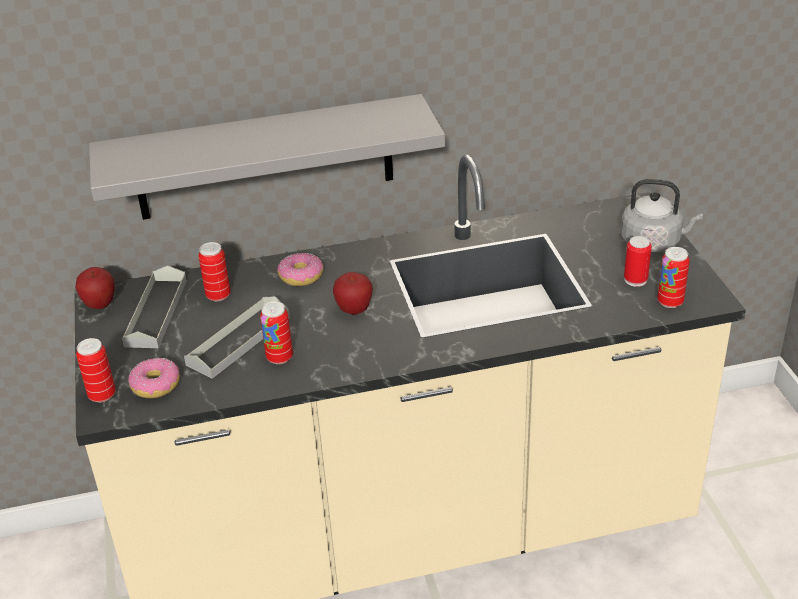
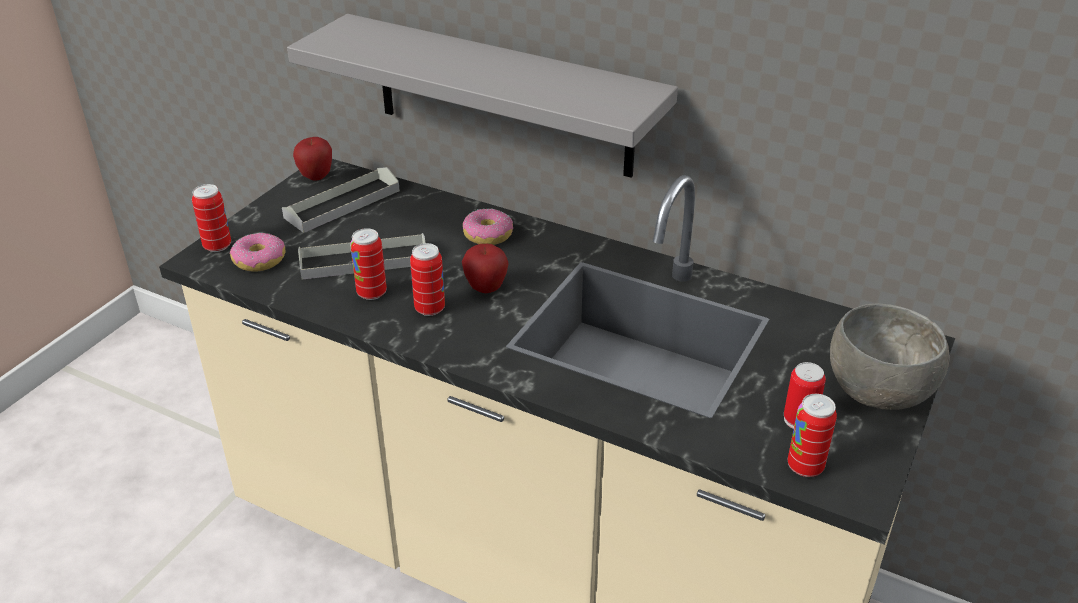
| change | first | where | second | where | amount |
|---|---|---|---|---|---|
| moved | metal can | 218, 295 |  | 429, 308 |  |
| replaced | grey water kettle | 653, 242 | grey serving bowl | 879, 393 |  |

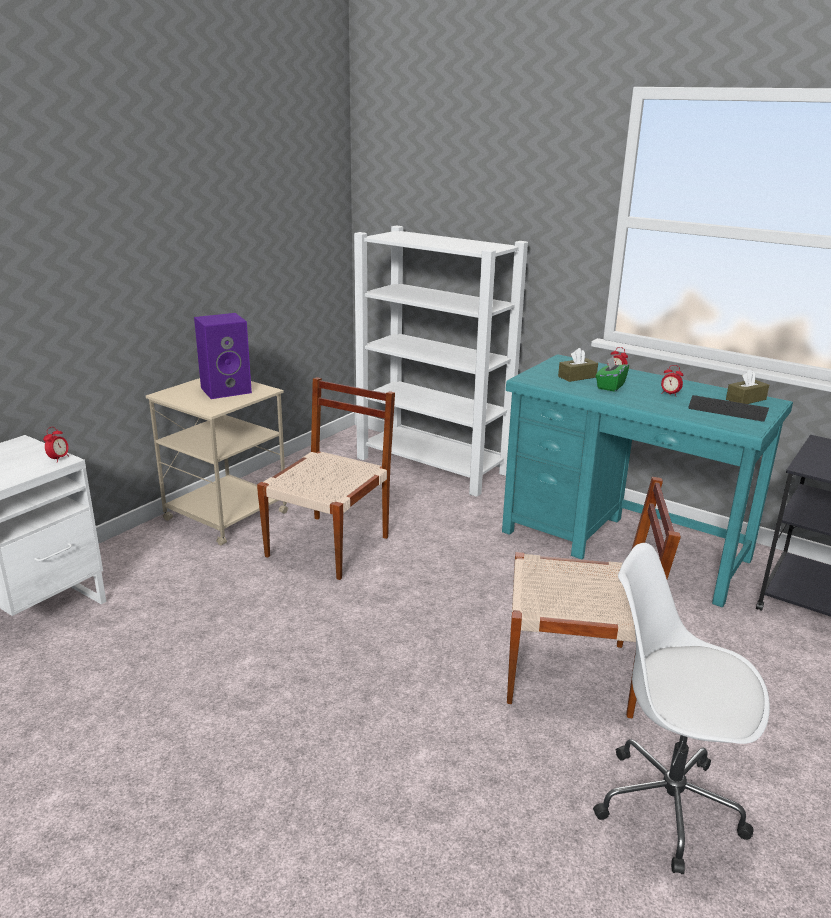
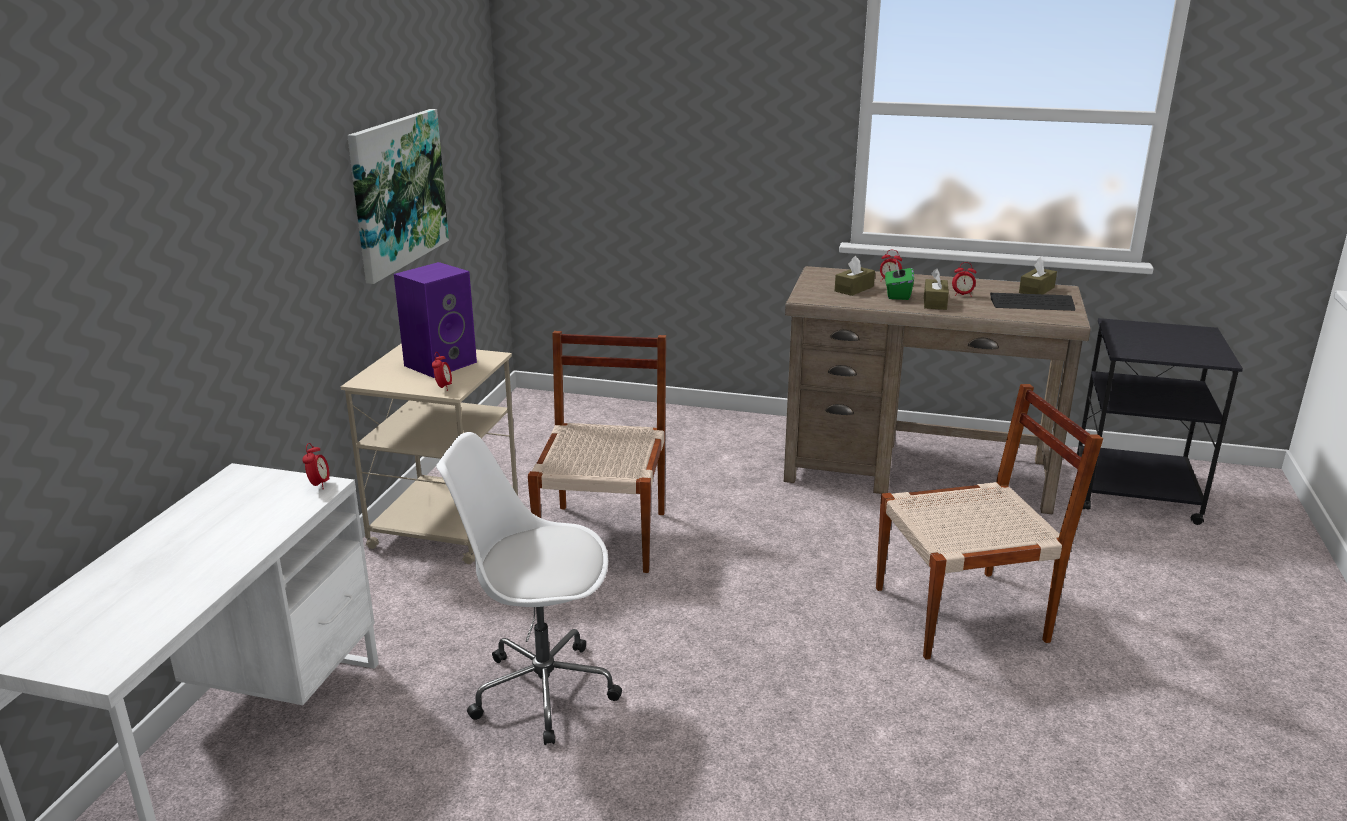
| change | first | where | second | where | amount |
|---|---|---|---|---|---|
| removed | white bookcase | 432, 465 |  |  |  |
| added |  |  | picture | 397, 192 |  |
| added |  |  | table clock | 443, 387 |  |
| added |  |  | brown box of tissues | 935, 302 |  |
| moved | white computer chair | 664, 805 |  | 539, 692 |  |
| recoloured | turquoise desk table | 624, 545 | brown desk table | 917, 470 |  |

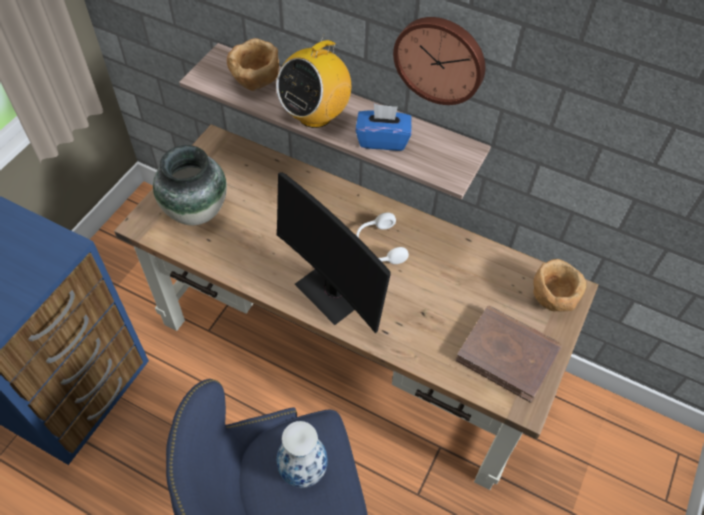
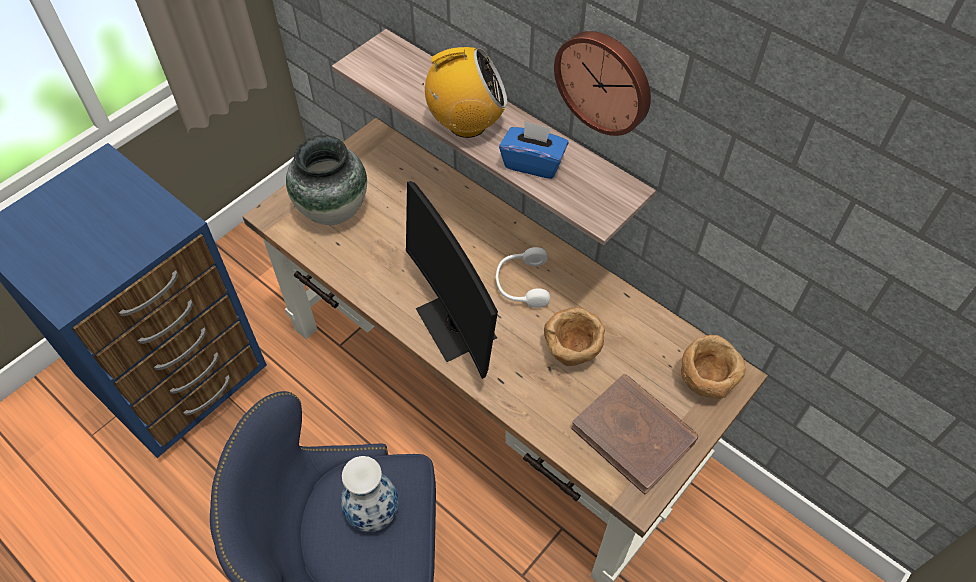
| change | first | where | second | where | amount |
|---|---|---|---|---|---|
| moved | brown serving bowl | 256, 84 |  | 572, 352 |  |
| turned | radio receiver | 315, 115 |  | 466, 124 | 150 degrees counterclockwise |

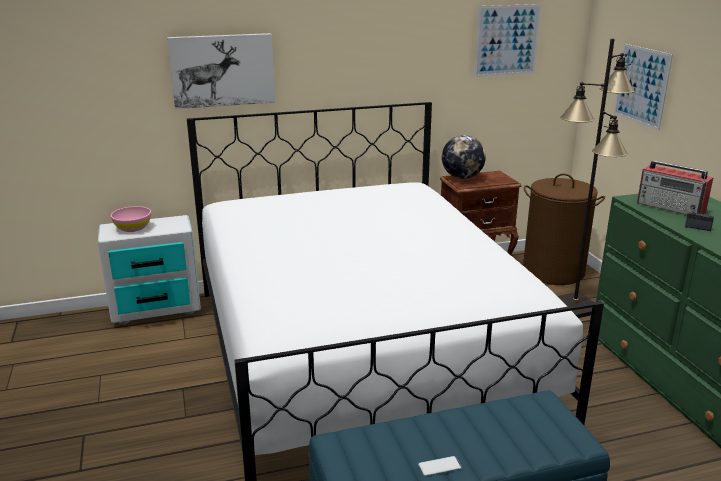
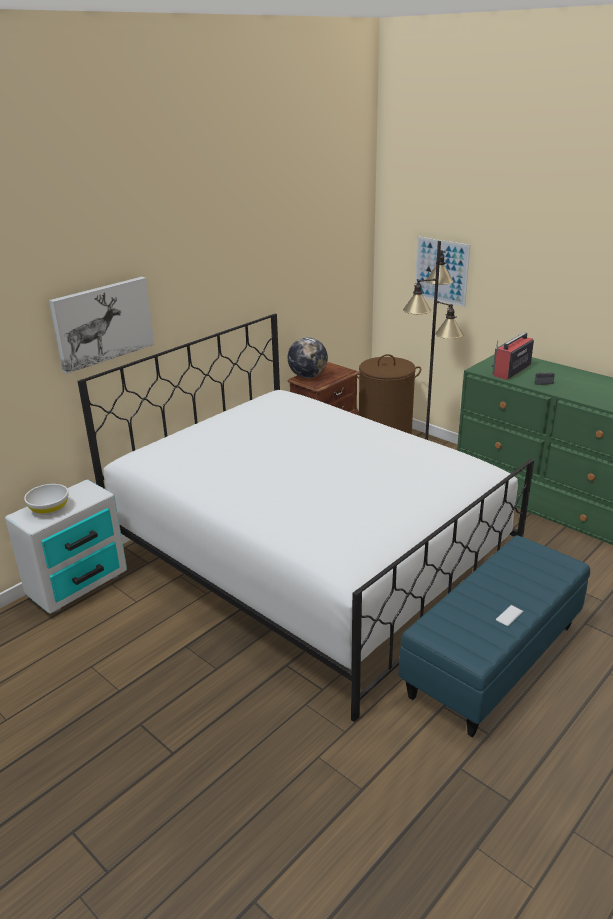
| change | first | where | second | where | amount |
|---|---|---|---|---|---|
| removed | picture | 507, 40 |  |  |  |
| recoloured | pink serving bowl | 132, 228 | white serving bowl | 49, 509 |  |
| turned | radio receiver | 671, 208 |  | 511, 371 | 120 degrees clockwise |

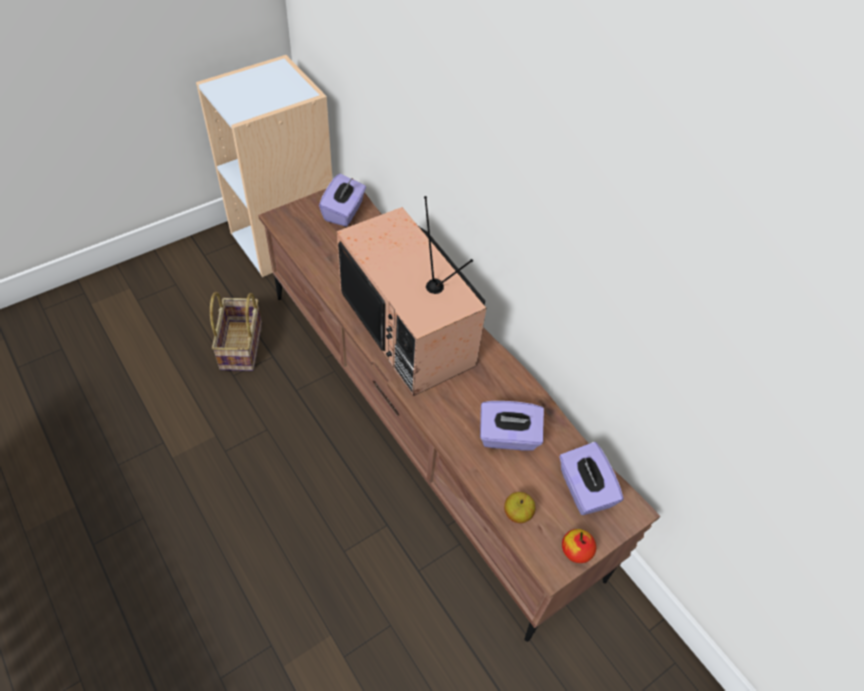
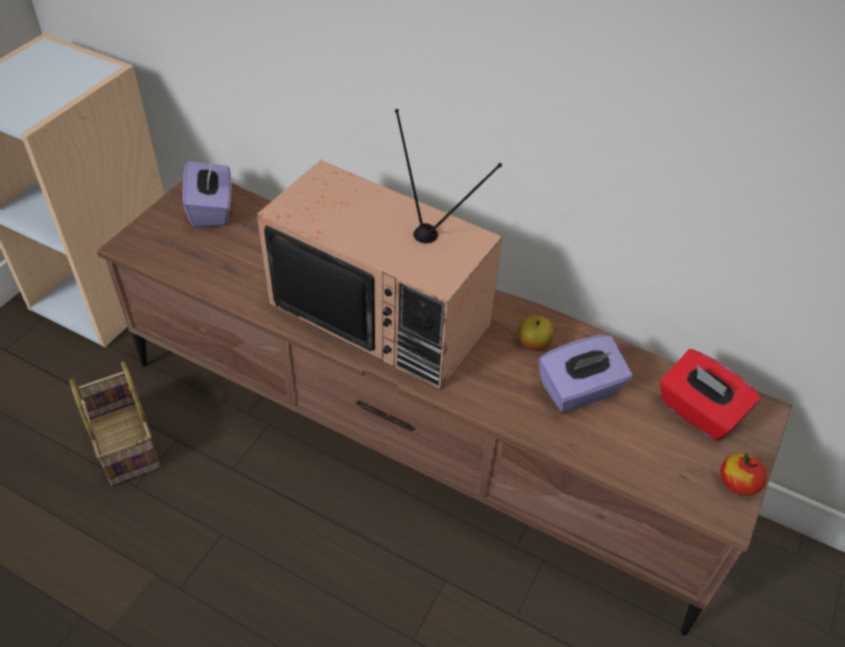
| change | first | where | second | where | amount |
|---|---|---|---|---|---|
| moved | apple | 517, 513 |  | 533, 343 |  |
| recoloured | purplish box of tissues | 583, 489 | reddish box of tissues | 698, 412 |  |

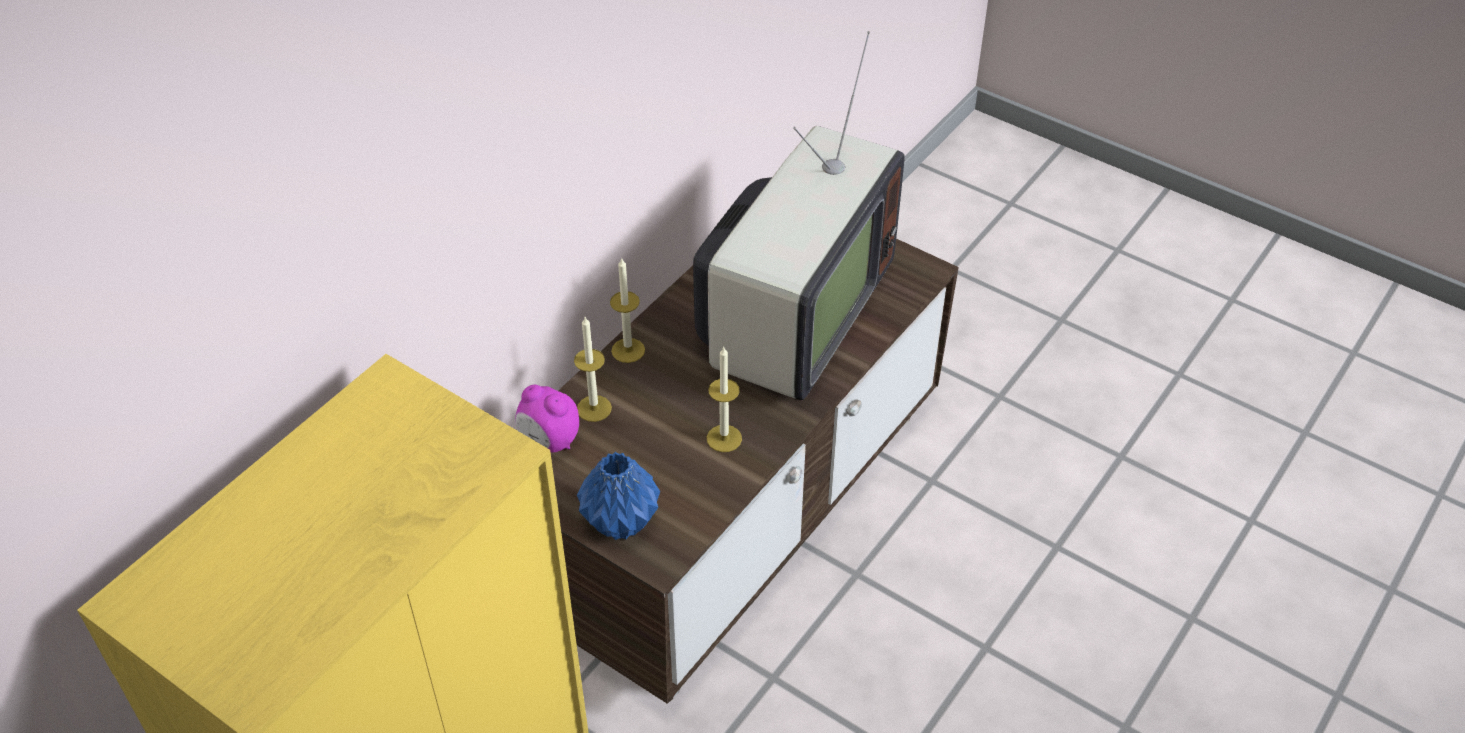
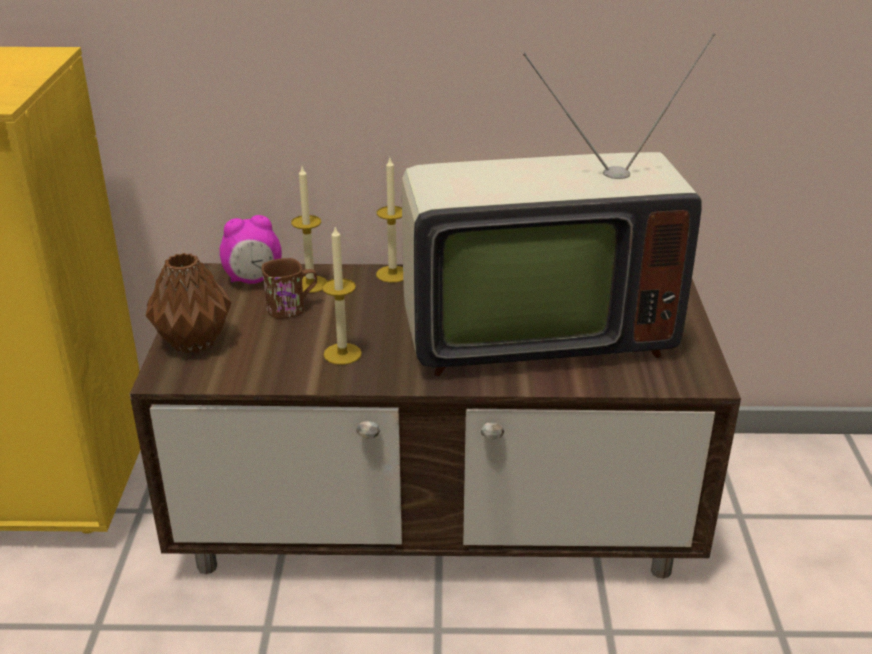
| change | first | where | second | where | amount |
|---|---|---|---|---|---|
| added |  |  | brown mug | 292, 308 |  |
| recoloured | blue decorative vase | 619, 523 | brown decorative vase | 193, 341 |  |
| turned | table clock | 549, 442 |  | 253, 280 | 105 degrees counterclockwise |

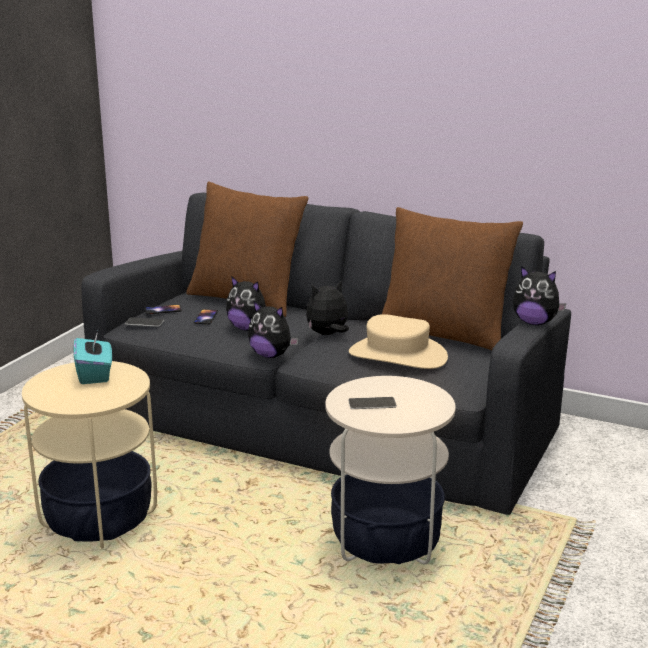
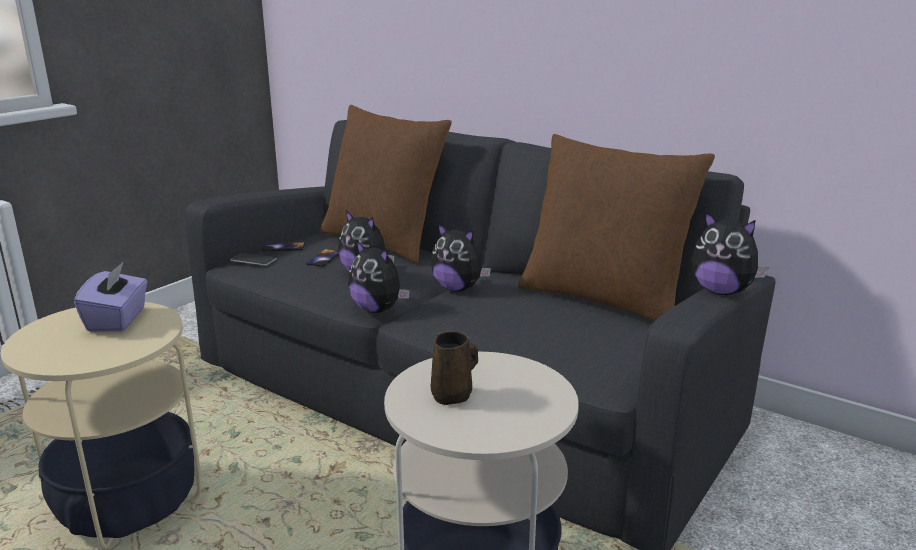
| change | first | where | second | where | amount |
|---|---|---|---|---|---|
| removed | beige-coloured wearable hat | 397, 355 |  |  |  |
| replaced | telephone | 372, 403 | brown mug | 453, 395 |  |
| recoloured | turquoise box of tissues | 95, 374 | purplish box of tissues | 118, 320 |  |
| turned | plush toy | 328, 334 |  | 458, 288 | 135 degrees counterclockwise |

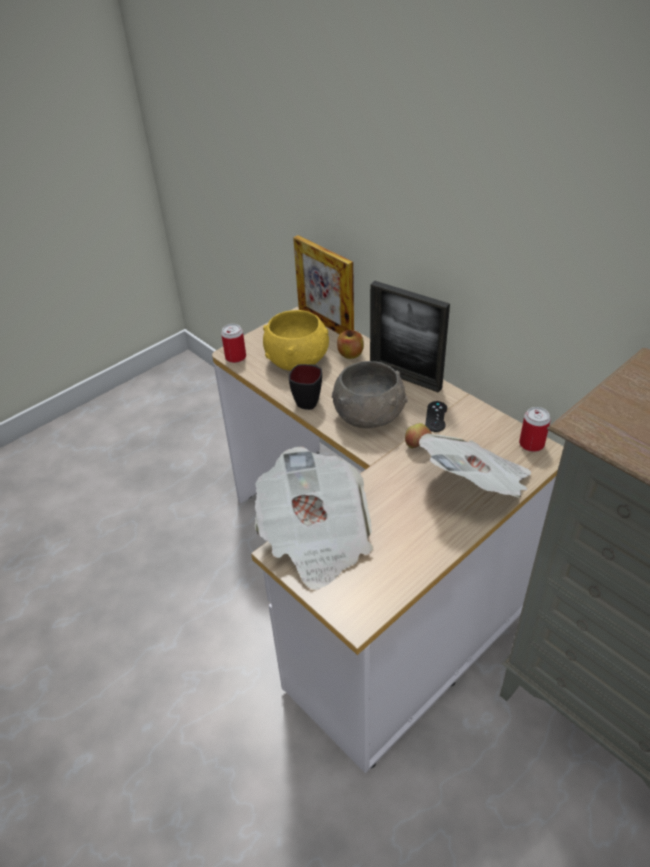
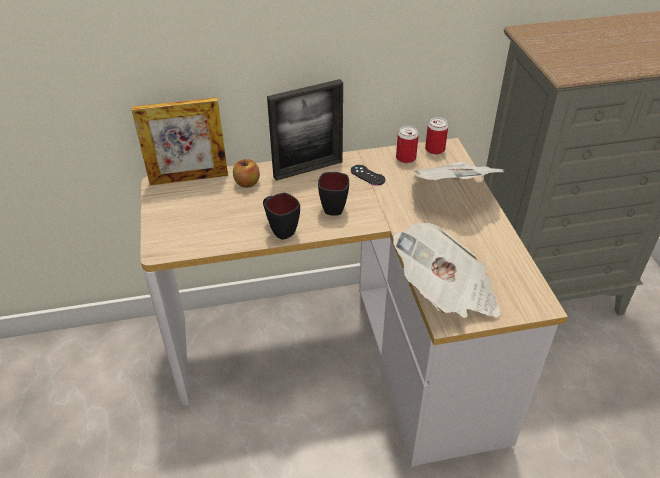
| change | first | where | second | where | amount |
|---|---|---|---|---|---|
| removed | yellowish serving bowl | 298, 360 |  |  |  |
| removed | apple | 417, 446 |  |  |  |
| moved | metal can | 235, 357 |  | 406, 158 |  |
| replaced | grey serving bowl | 370, 416 | black mug | 334, 206 |  |

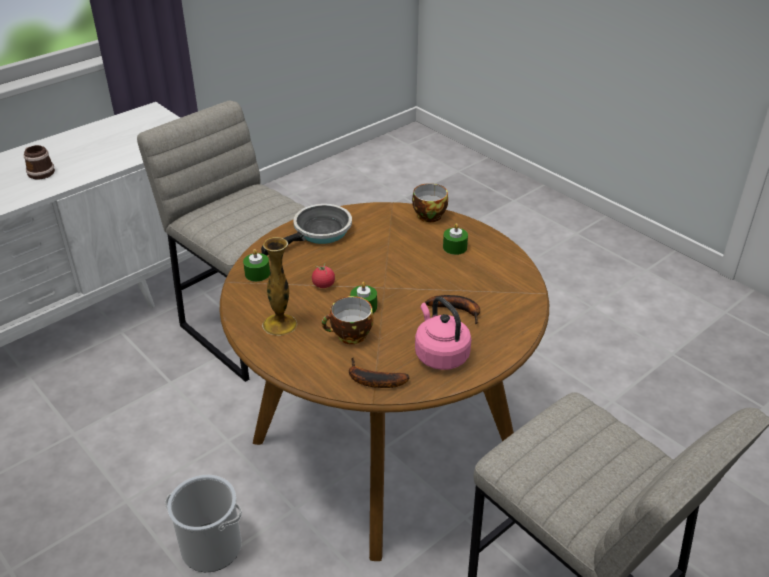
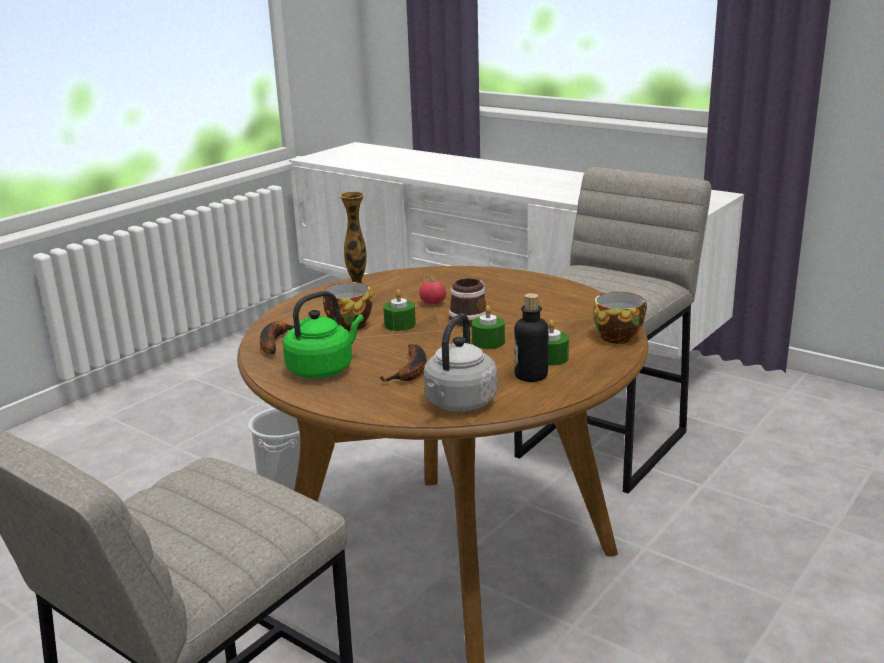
| change | first | where | second | where | amount |
|---|---|---|---|---|---|
| removed | frying pan | 318, 233 |  |  |  |
| added |  |  | grey water kettle | 458, 404 |  |
| added |  |  | bottle | 531, 376 |  |
| moved | mug | 39, 171 |  | 471, 317 |  |
| moved | greenish candle | 257, 274 |  | 488, 342 |  |
| recoloured | pink water kettle | 440, 354 | greenish water kettle | 323, 369 |  |

